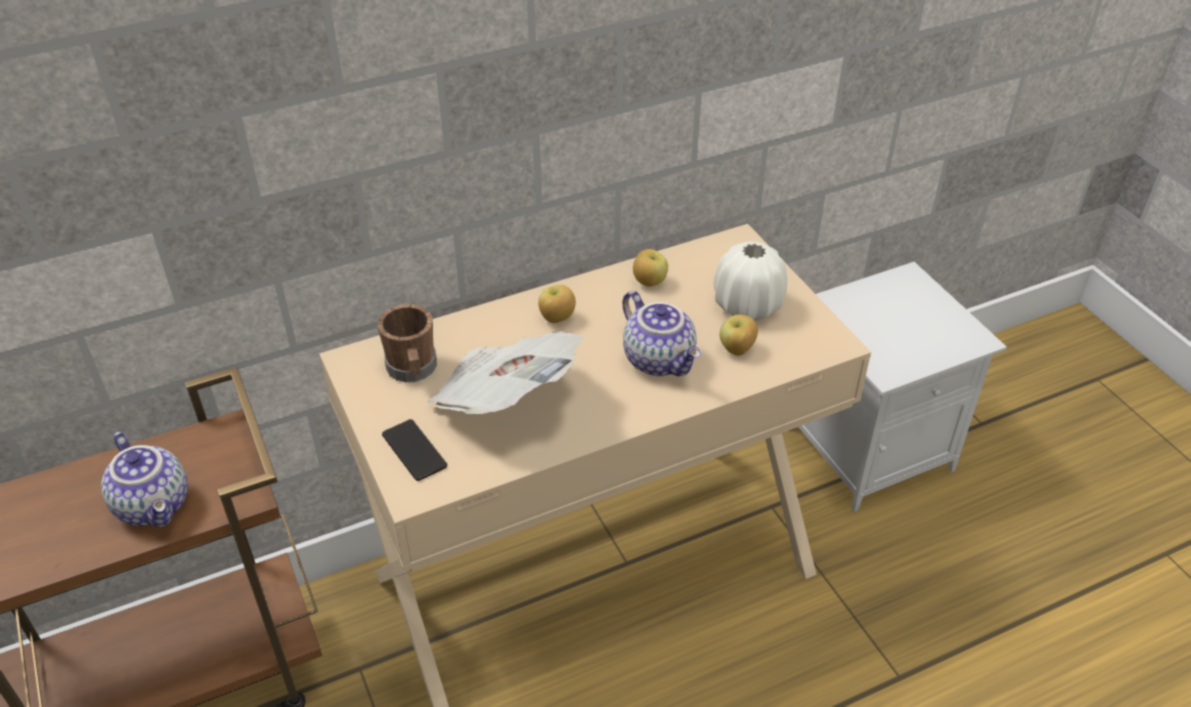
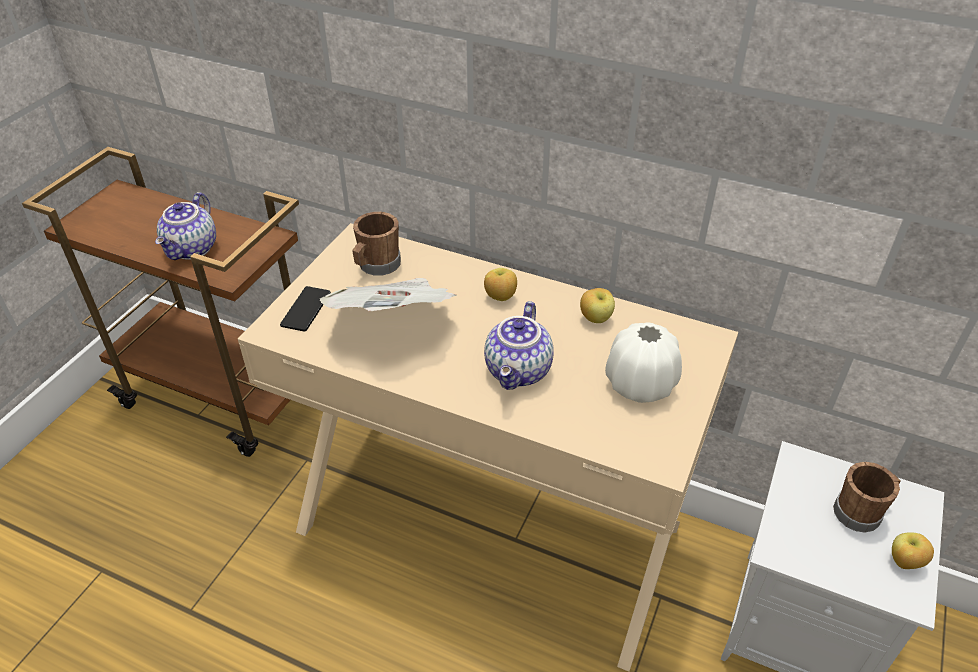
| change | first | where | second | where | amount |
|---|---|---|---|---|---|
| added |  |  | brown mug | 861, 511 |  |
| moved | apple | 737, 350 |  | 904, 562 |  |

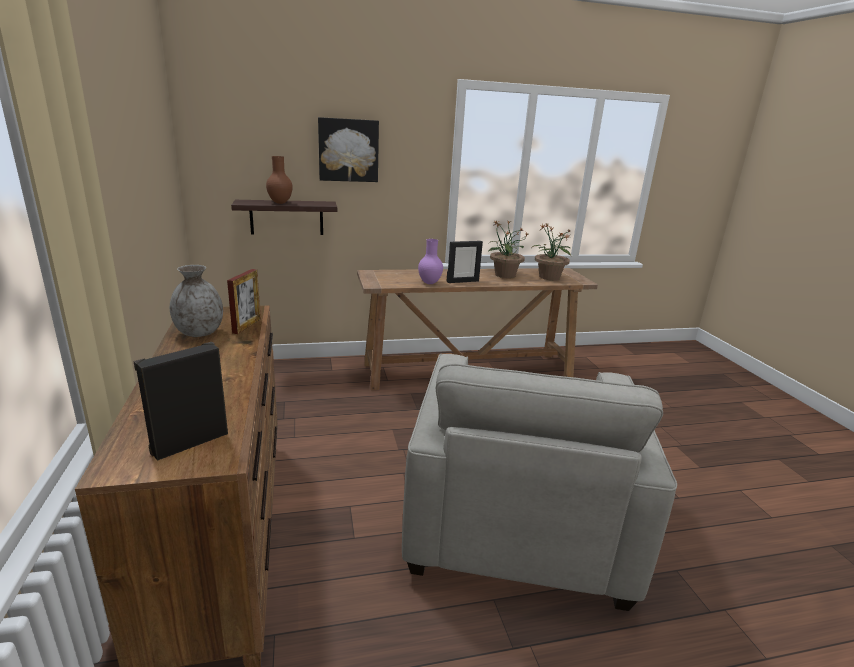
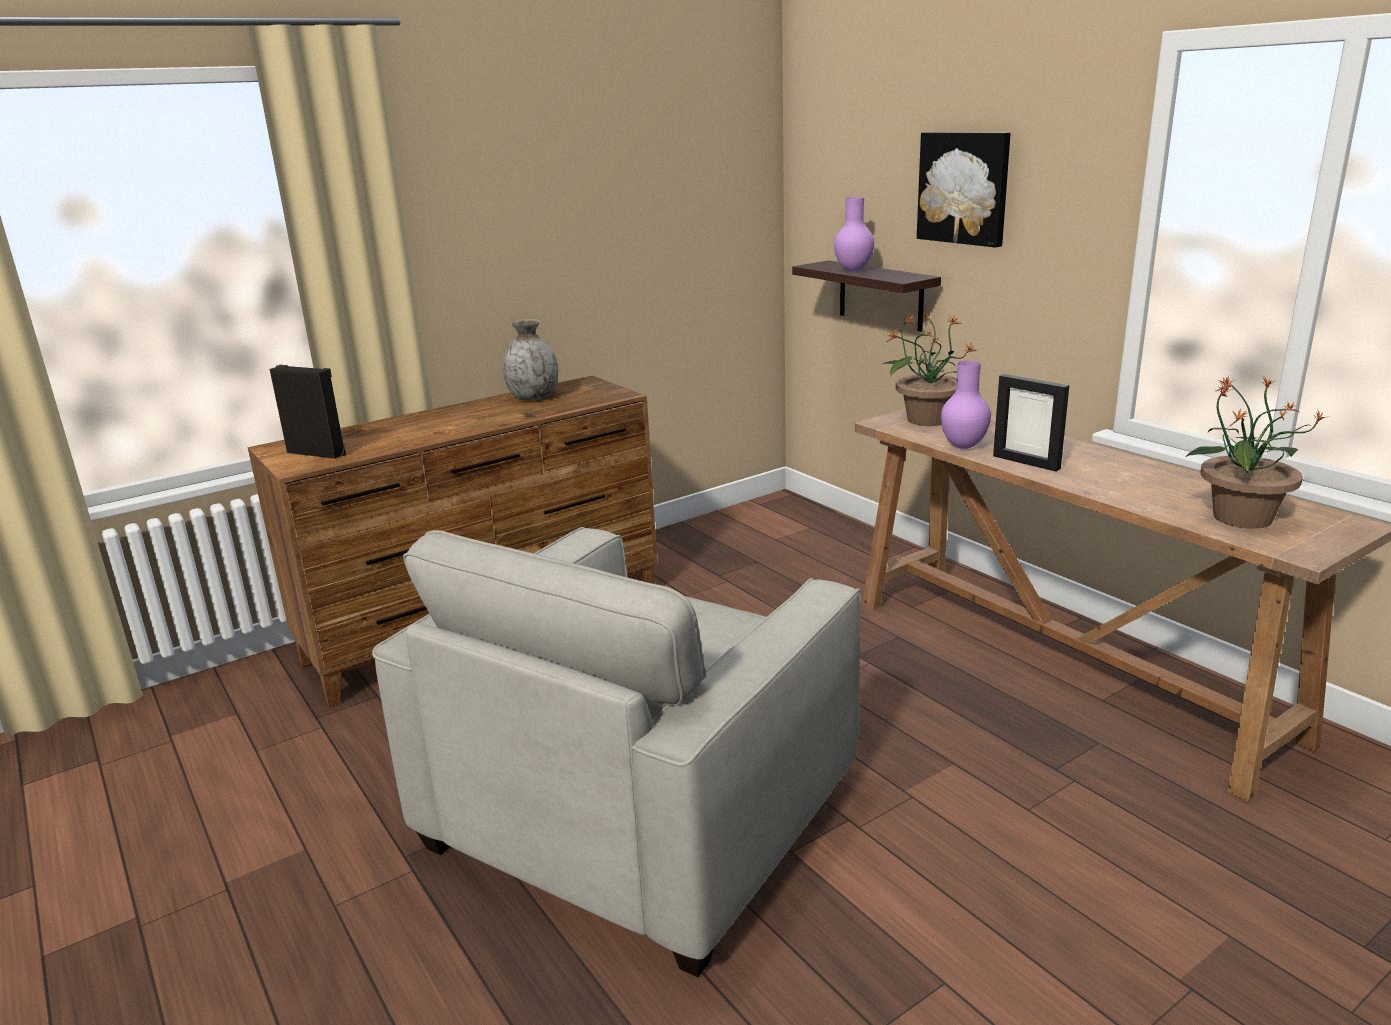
| change | first | where | second | where | amount |
|---|---|---|---|---|---|
| removed | picture frame | 247, 326 |  |  |  |
| moved | potted plant | 504, 275 |  | 926, 419 |  |
| recoloured | brown decorative vase | 280, 203 | purplish decorative vase | 854, 270 |  |
| turned | grey easy chair | 516, 522 |  | 641, 814 | 45 degrees counterclockwise |

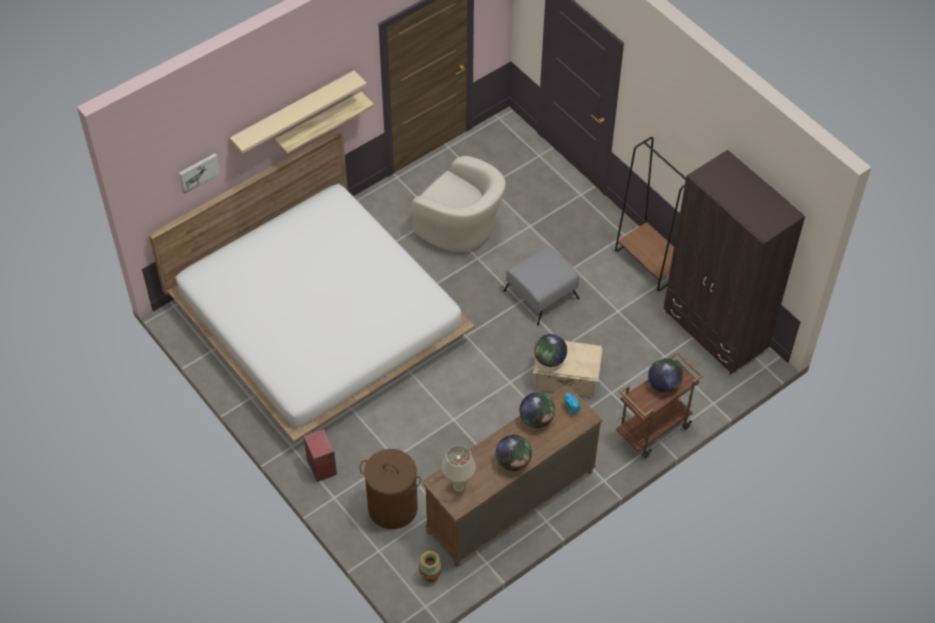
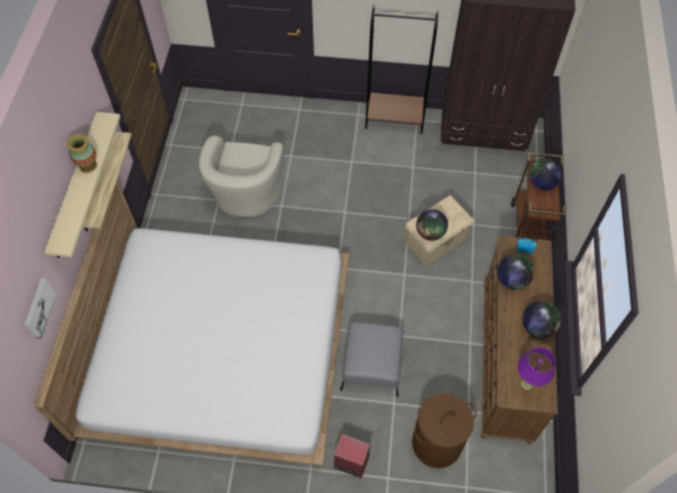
| change | first | where | second | where | amount |
|---|---|---|---|---|---|
| moved | decorative vase | 430, 575 |  | 88, 165 |  |
| moved | grey ottoman | 542, 294 |  | 372, 366 |  |
| recoloured | beige-coloured lamp for a table | 458, 486 | purplish lamp for a table | 526, 384 |  |
| turned | beige-coloured easy chair | 460, 230 |  | 246, 196 | 105 degrees clockwise |

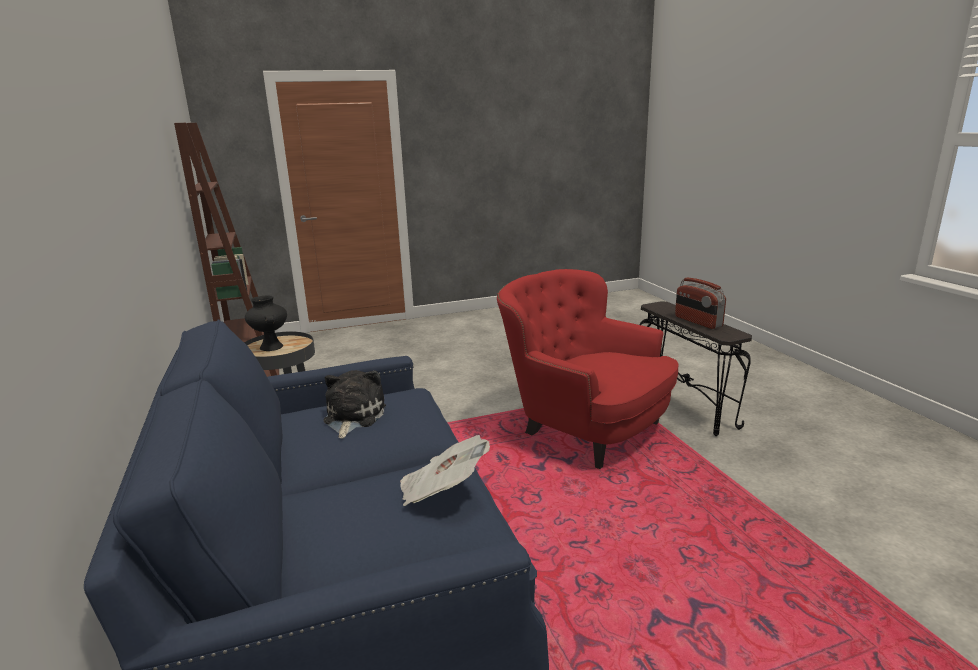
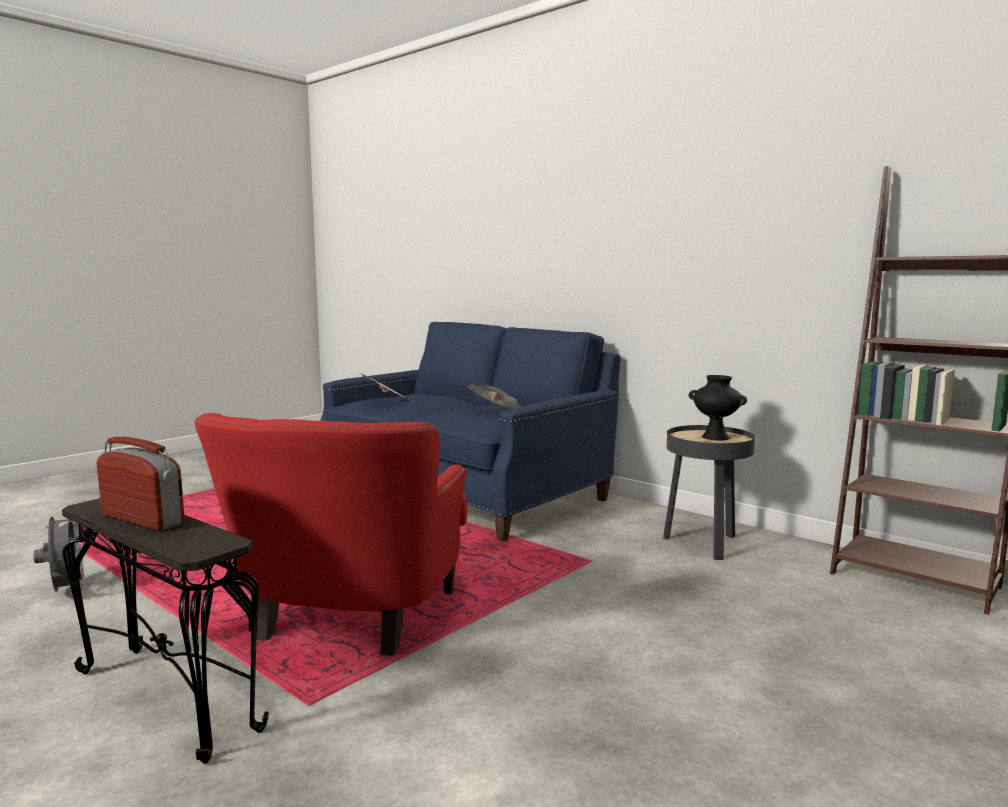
| change | first | where | second | where | amount |
|---|---|---|---|---|---|
| added |  |  | grey fan | 67, 592 |  |
| replaced | plush toy | 352, 417 | daily paper | 496, 412 |  |
| turned | reddish easy chair | 584, 428 |  | 349, 618 | 90 degrees clockwise |

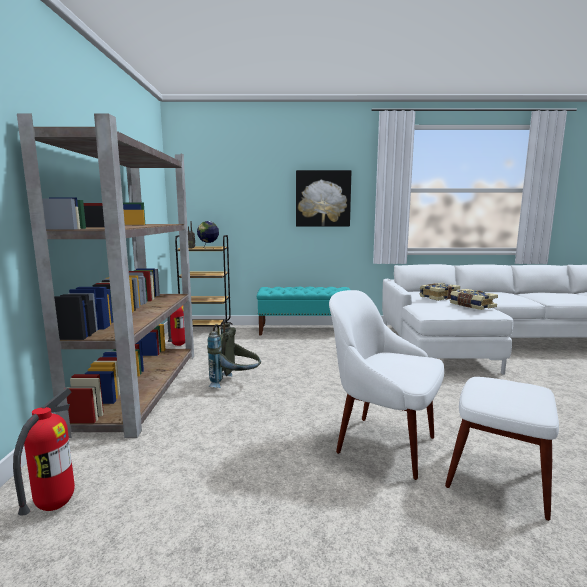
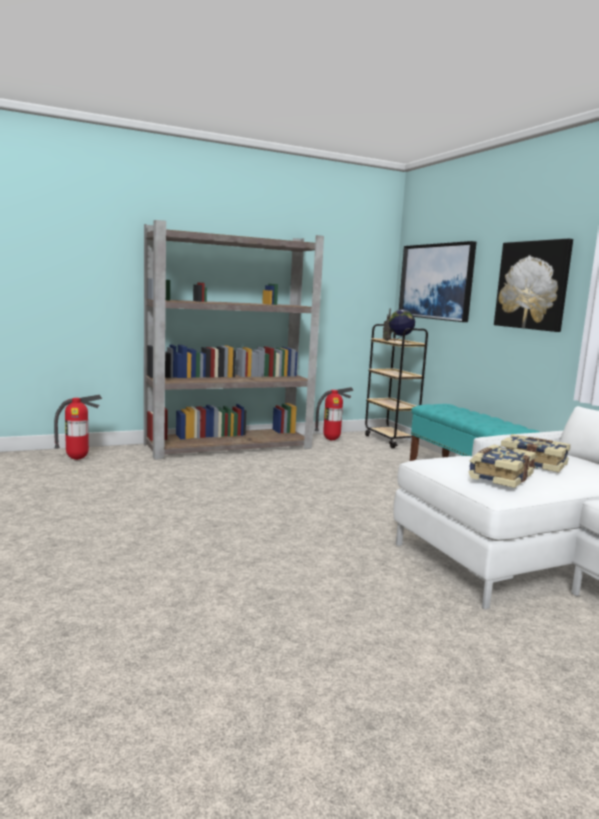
| change | first | where | second | where | amount |
|---|---|---|---|---|---|
| removed | grey knapsack | 236, 384 |  |  |  |
| removed | white easy chair | 421, 456 |  |  |  |
| added |  |  | picture | 436, 281 |  |

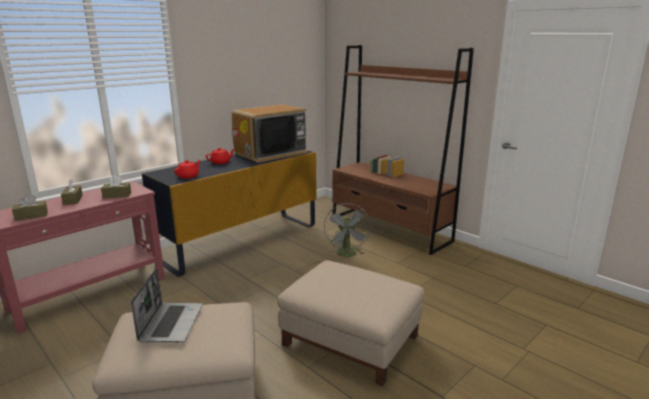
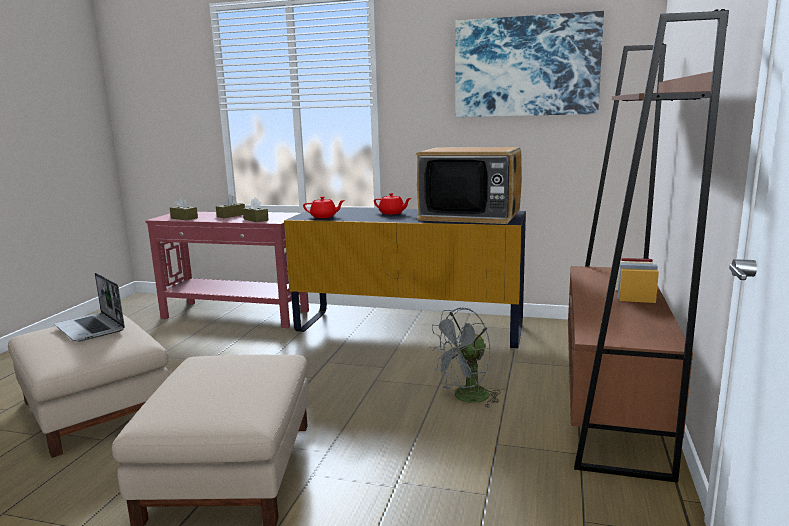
| change | first | where | second | where | amount |
|---|---|---|---|---|---|
| added |  |  | picture | 526, 67 |  |
| turned | laptop | 171, 323 |  | 91, 328 | 75 degrees clockwise |

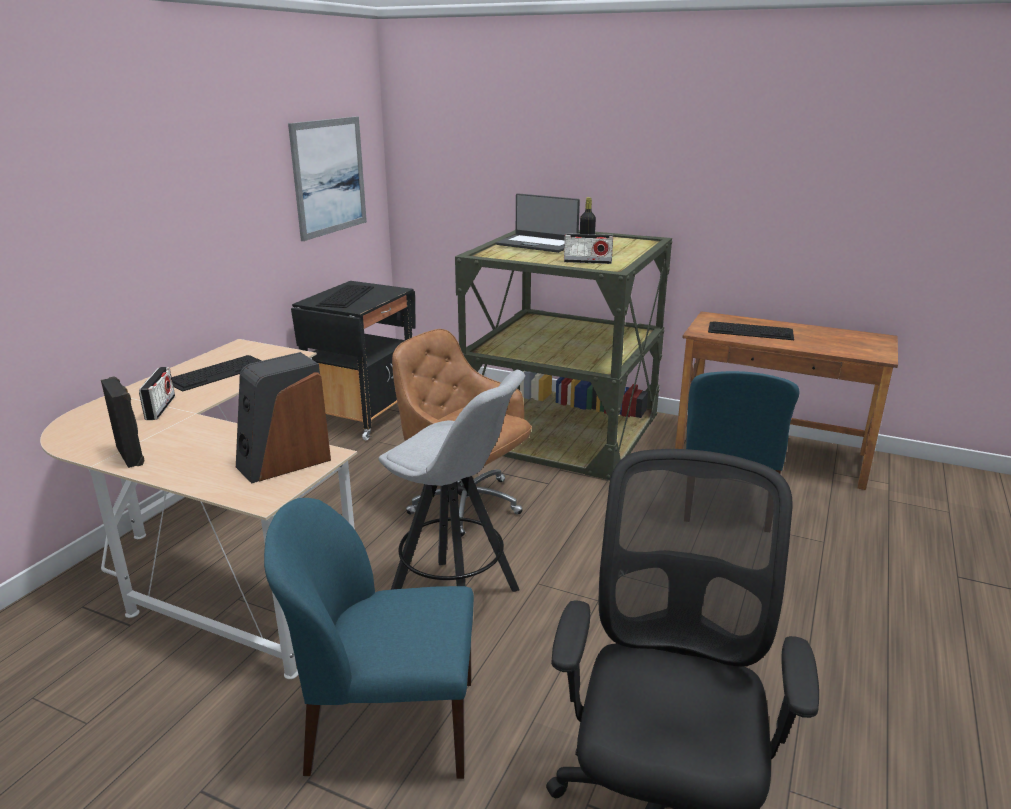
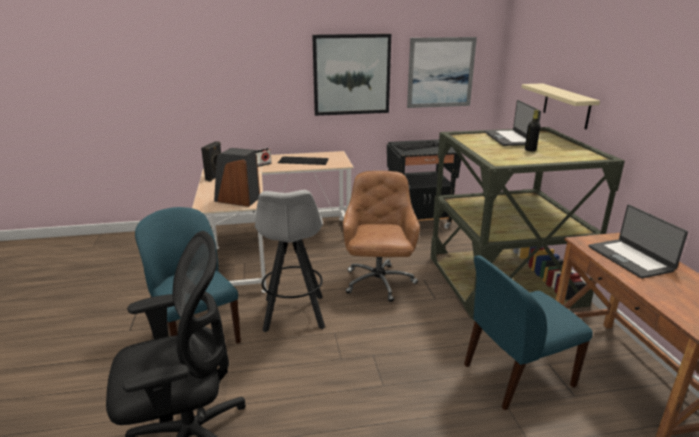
| change | first | where | second | where | amount |
|---|---|---|---|---|---|
| removed | radio receiver | 587, 262 |  |  |  |
| added |  |  | picture | 351, 75 |  |
| added |  |  | beige-coloured shelf | 566, 105 |  |
| replaced | keyboard | 751, 331 | laptop | 630, 258 |  |

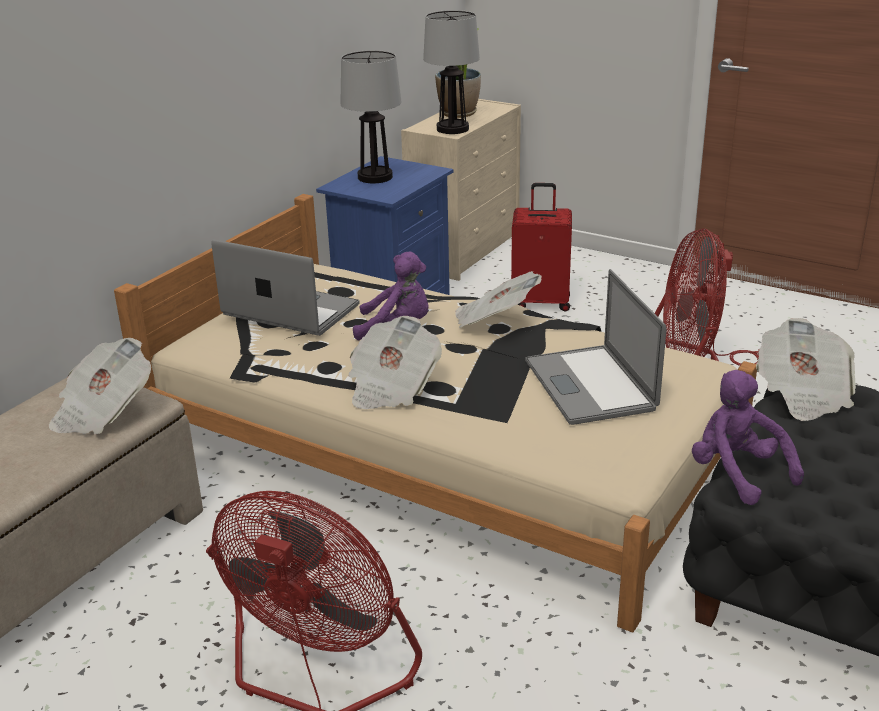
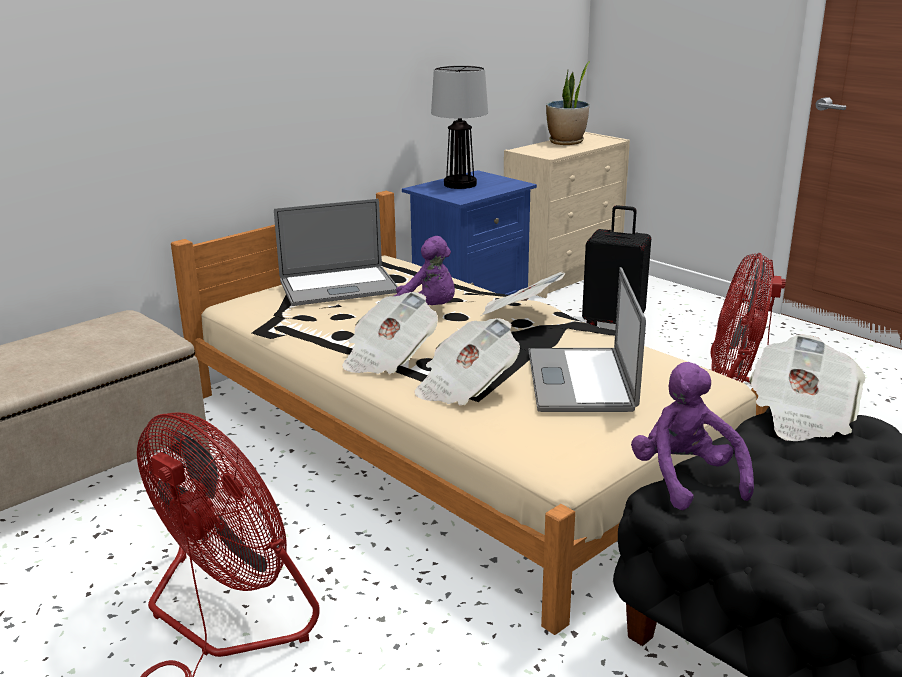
| change | first | where | second | where | amount |
|---|---|---|---|---|---|
| removed | lamp for a table | 452, 129 |  |  |  |
| moved | daily paper | 103, 412 |  | 465, 387 |  |
| recoloured | reddish piece of luggage | 541, 302 | black piece of luggage | 614, 324 |  |
| turned | laptop | 290, 310 |  | 338, 286 | 120 degrees clockwise |

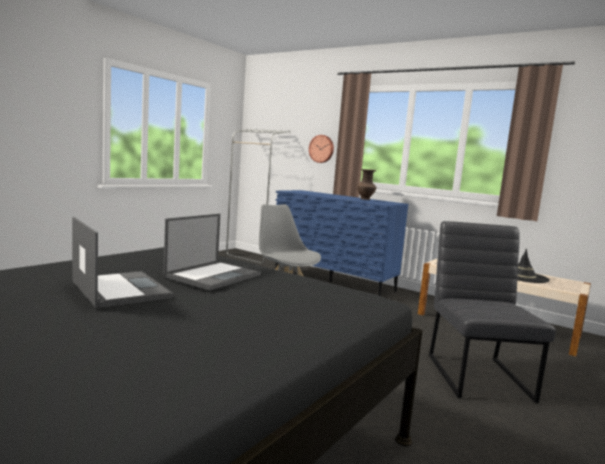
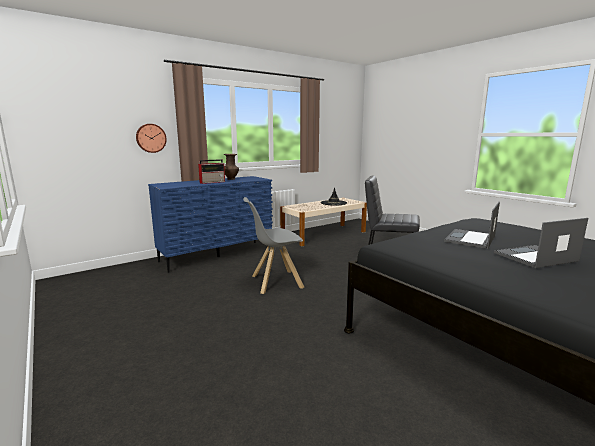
| change | first | where | second | where | amount |
|---|---|---|---|---|---|
| removed | grey garment rack | 253, 257 |  |  |  |
| added |  |  | radio receiver | 213, 182 |  |
| turned | laptop | 214, 275 |  | 470, 239 | 105 degrees counterclockwise |

